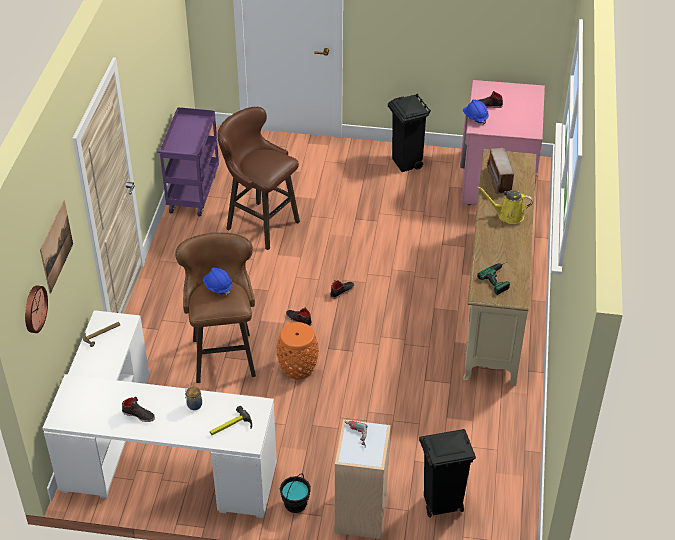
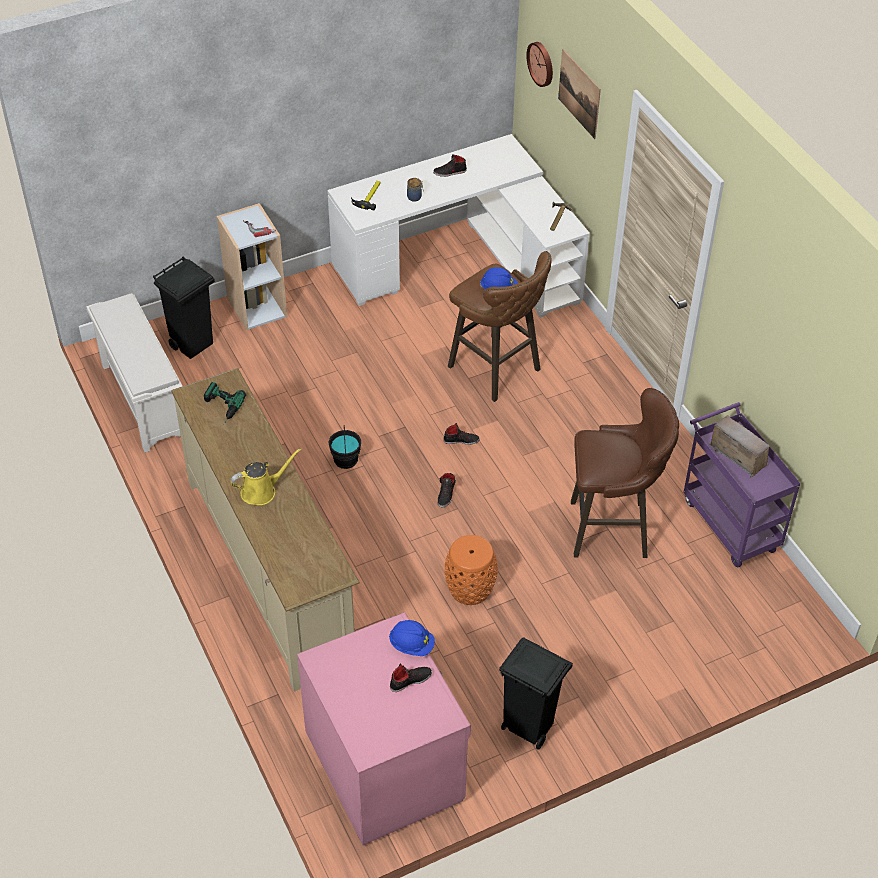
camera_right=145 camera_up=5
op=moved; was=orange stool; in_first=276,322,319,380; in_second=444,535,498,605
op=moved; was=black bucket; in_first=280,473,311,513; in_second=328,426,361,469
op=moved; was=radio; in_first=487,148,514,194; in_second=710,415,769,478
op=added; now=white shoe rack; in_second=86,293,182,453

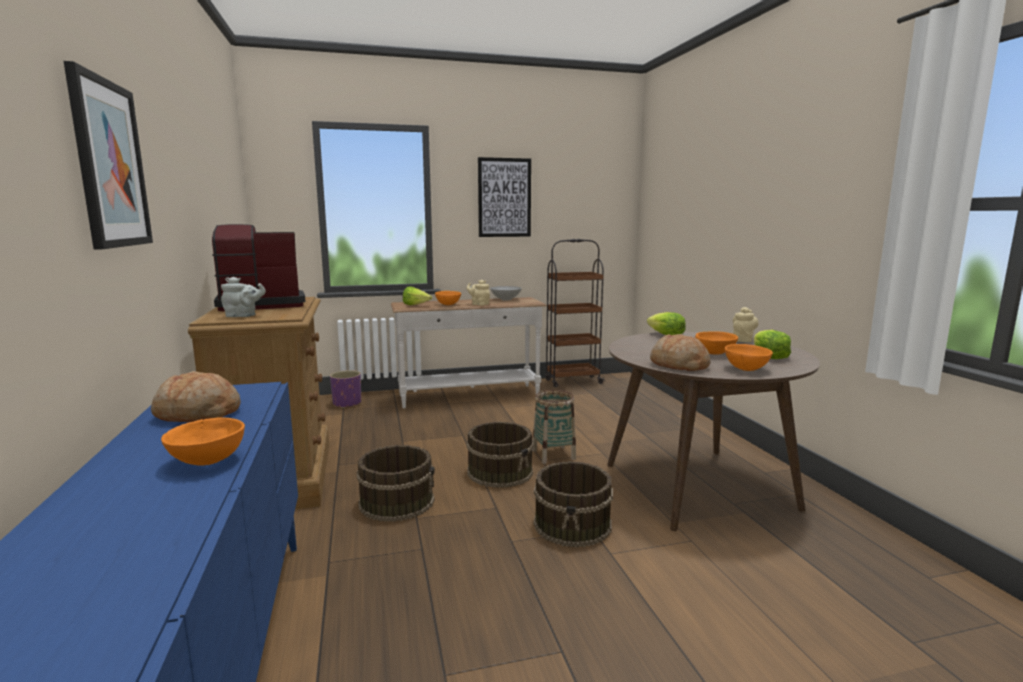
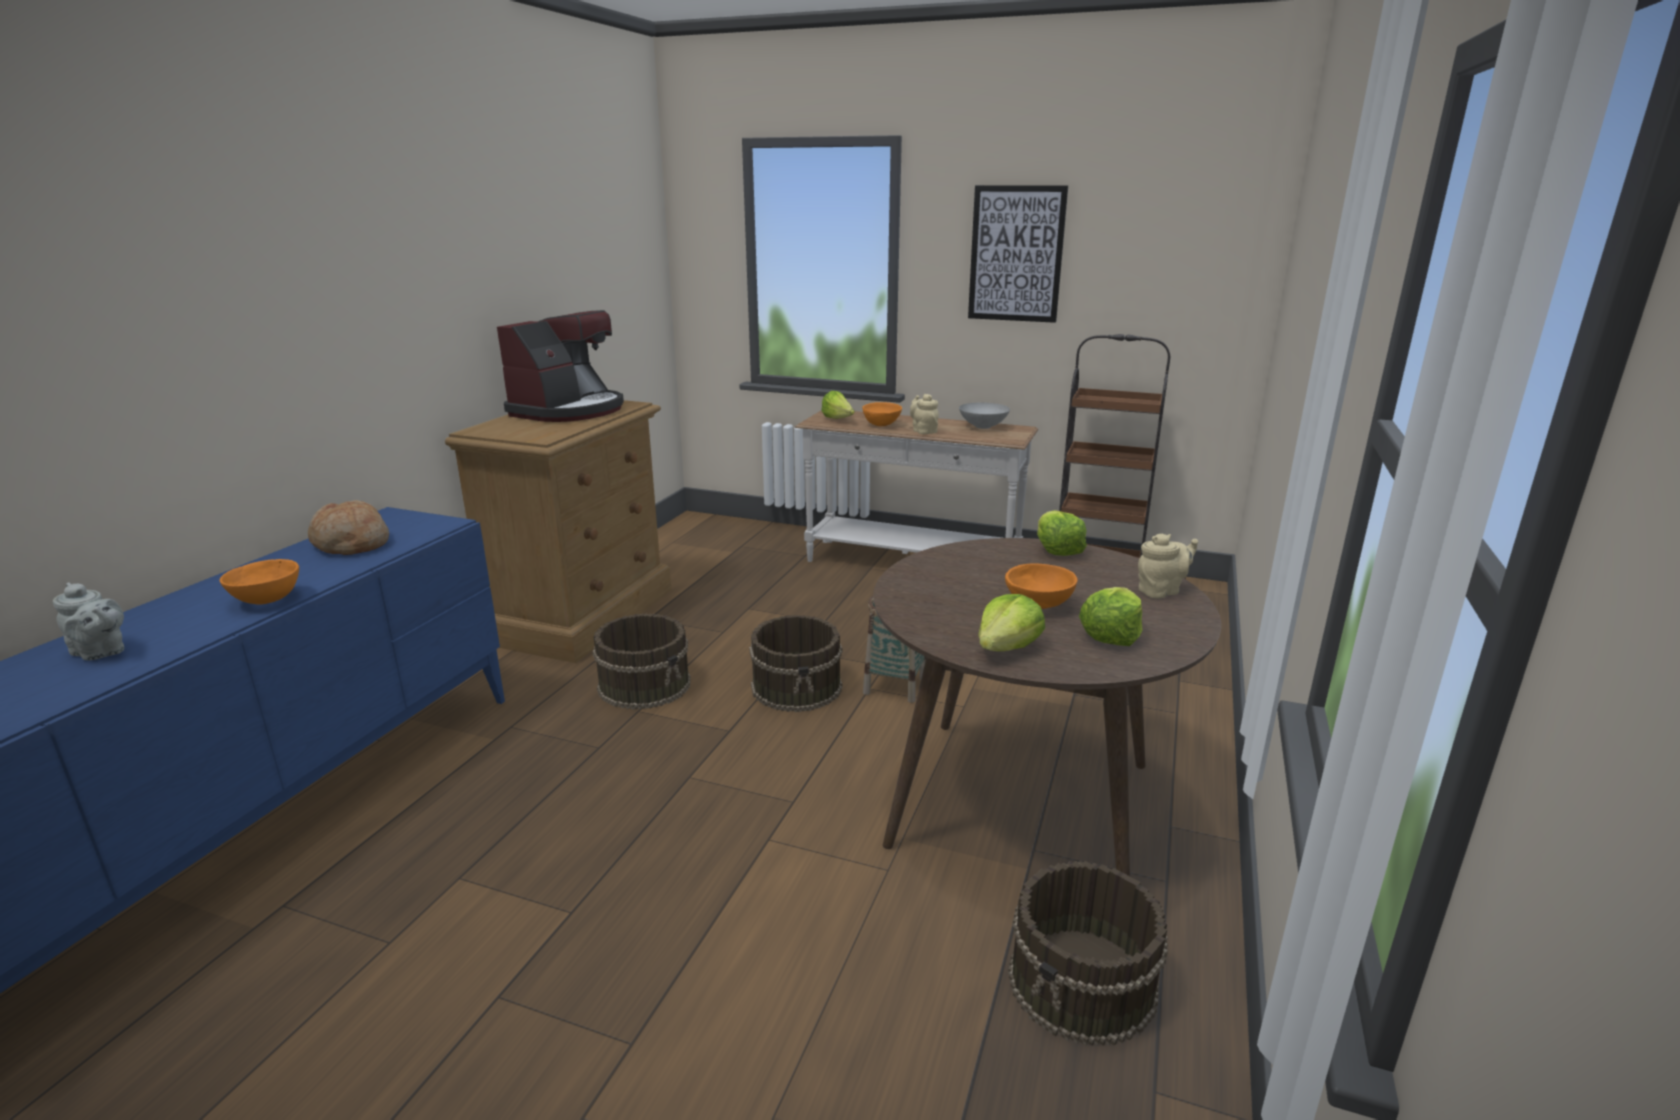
camera_right=35 camera_up=10
op=removed; was=picture; in_first=64,61,153,249
op=turned; was=coffee machine; in_first=212,224,306,311; in_second=497,310,624,422; clockwise=105
op=moved; was=grey teapot; in_first=221,277,266,317; in_second=53,582,124,660
op=removed; was=purple planter; in_first=330,370,361,408
op=moved; was=brown bucket; in_first=533,461,613,547; in_second=1008,861,1168,1046
op=removed; was=bread; in_first=650,334,711,371
op=replaced; was=orange bowl; now=lettuce; in_first=725,344,773,371; in_second=979,594,1045,651

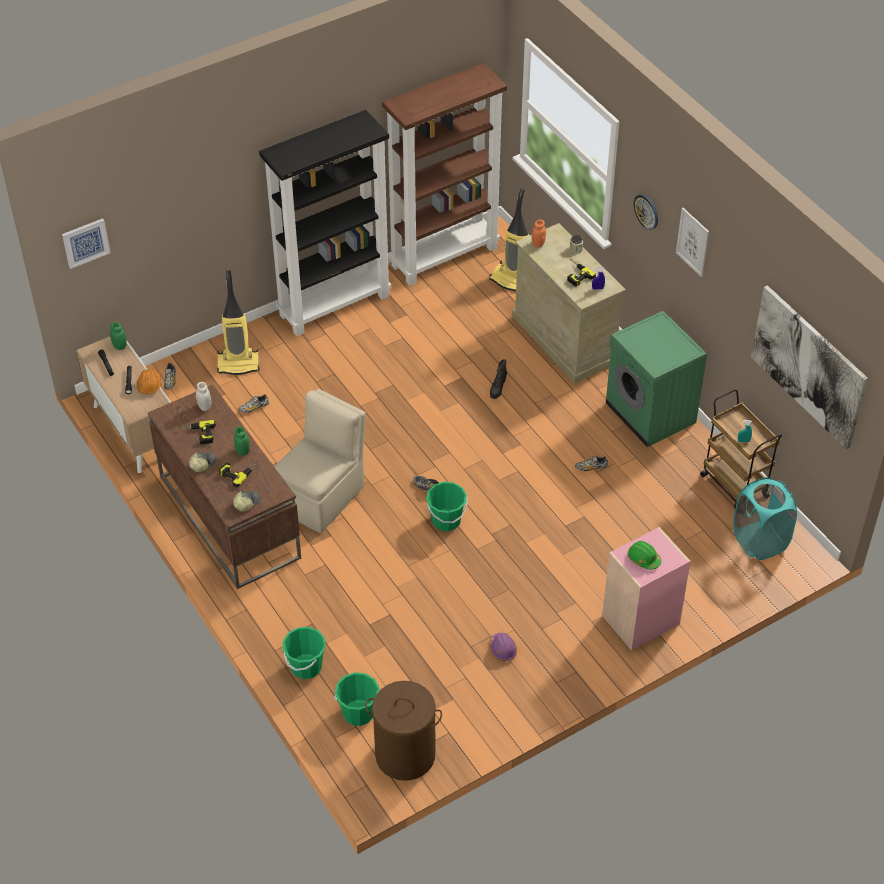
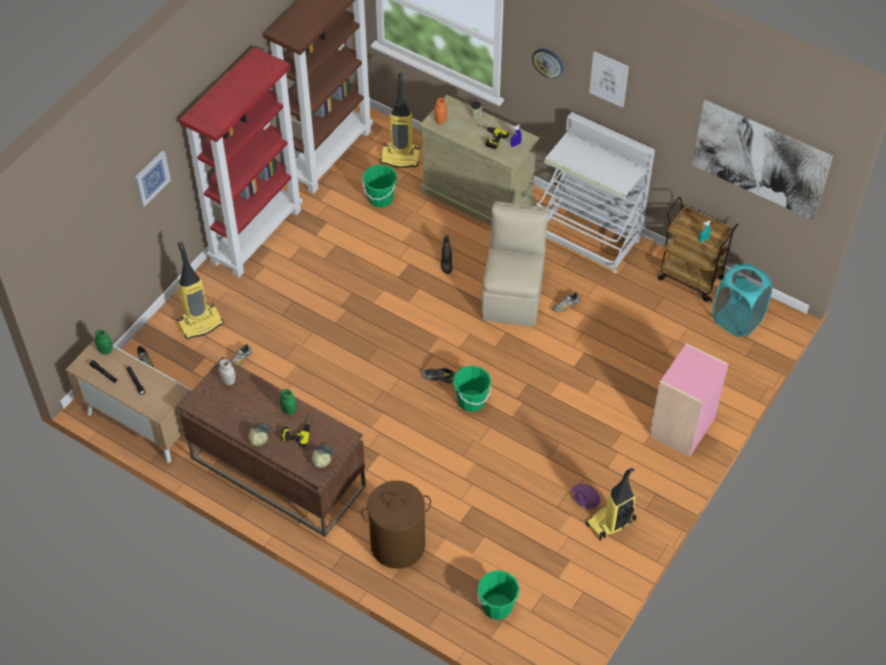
camera_right=-25 camera_up=5
op=moved; was=picture; in_first=62,218,110,269; in_second=135,150,171,207
op=removed; was=orange hard hat; in_first=137,369,161,394
op=removed; was=power drill; in_first=178,420,216,444
op=recoloured; was=black bookcase; now=red bookcase; in_first=259,110,391,336; in_second=179,47,303,278
op=moved; was=beige chair; in_first=274,389,366,533; in_second=482,201,548,326
op=moved; was=green bucket; in_first=283,627,326,679; in_second=362,165,397,208
op=moved; was=brown laundry basket; in_first=365,681,442,781; in_second=361,480,431,569
op=replaced; was=green washing machine; now=white shoe rack; in_first=606,311,707,447; in_second=536,112,655,273
op=removed; was=green hard hat; in_first=627,541,661,570
op=added; now=vacuum cleaner; in_second=586,468,636,541

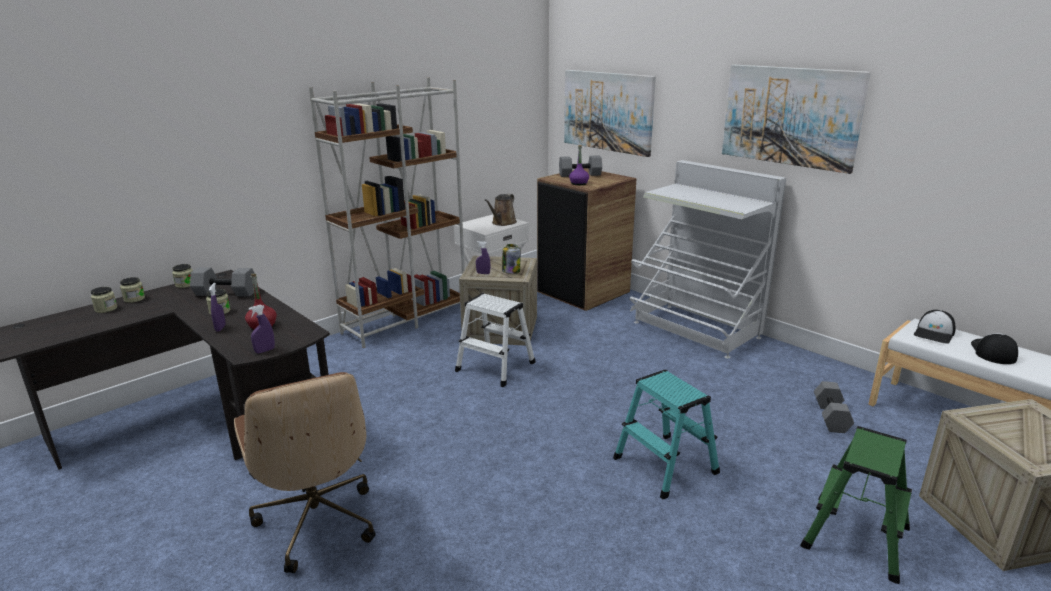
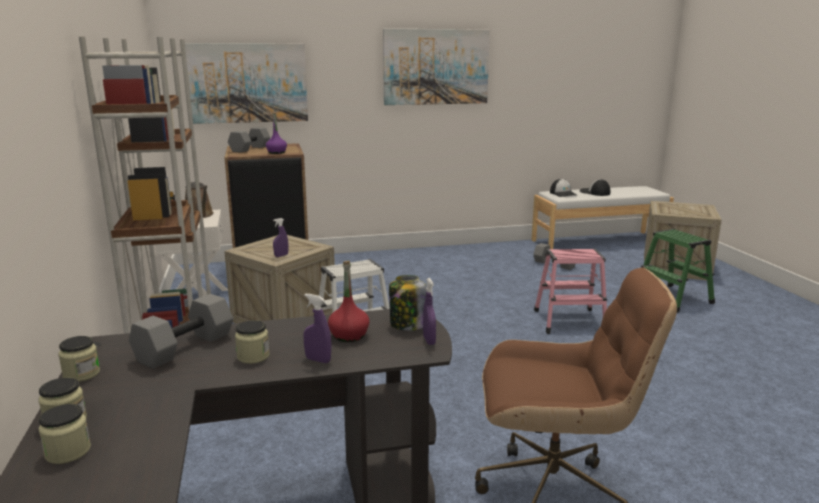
camera_right=-60 camera_up=-5
op=moved; was=jar; in_first=502,244,521,274; in_second=389,275,426,330
op=recoloured; was=turquoise step ladder; now=pink step ladder; in_first=613,369,720,499; in_second=534,249,607,334
op=removed; was=white shoe rack; in_first=629,160,786,358

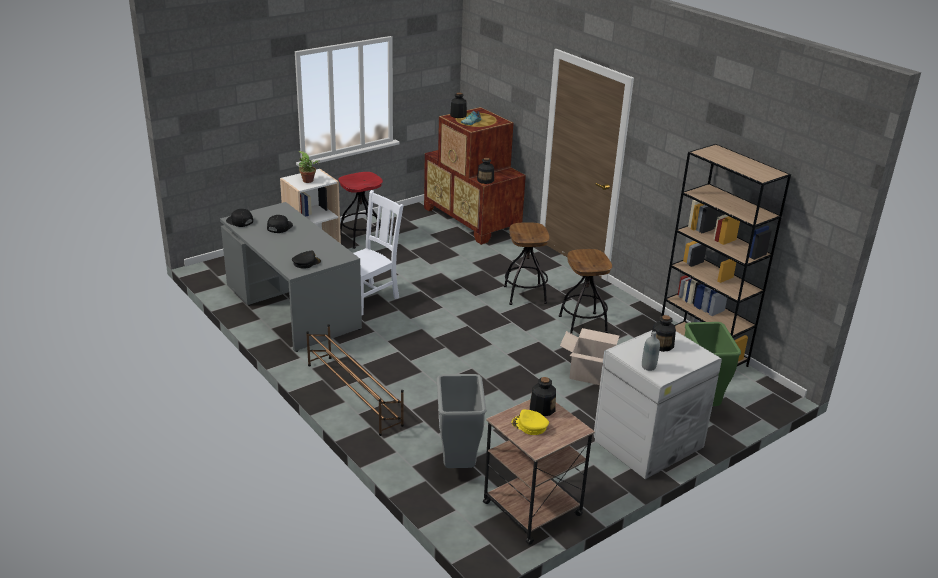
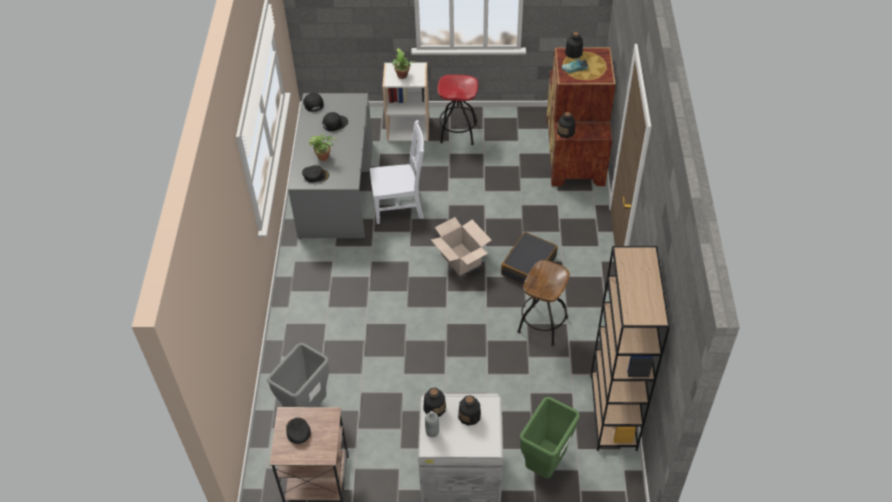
camera_right=40 camera_up=20
op=removed; was=brown shoe rack; in_first=306,324,404,436
op=replaced; was=brown stool; now=black suitcase; in_first=504,222,550,305; in_second=501,232,558,285
op=recoloured; was=yellow cap; now=black cap; in_first=512,409,549,435; in_second=286,418,311,444
op=moved; was=bottle; in_first=530,377,556,416; in_second=423,387,446,417
op=moved; was=cardboard box; in_first=560,328,619,385; in_second=431,217,492,275
op=added; now=potted plant; in_second=308,134,337,161

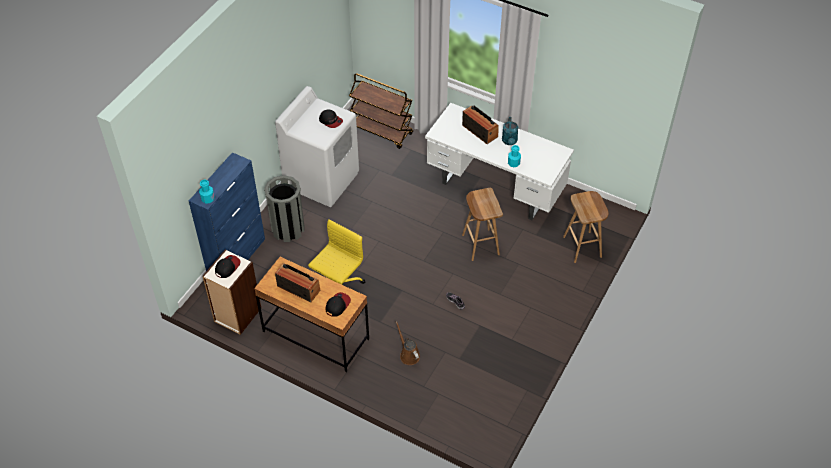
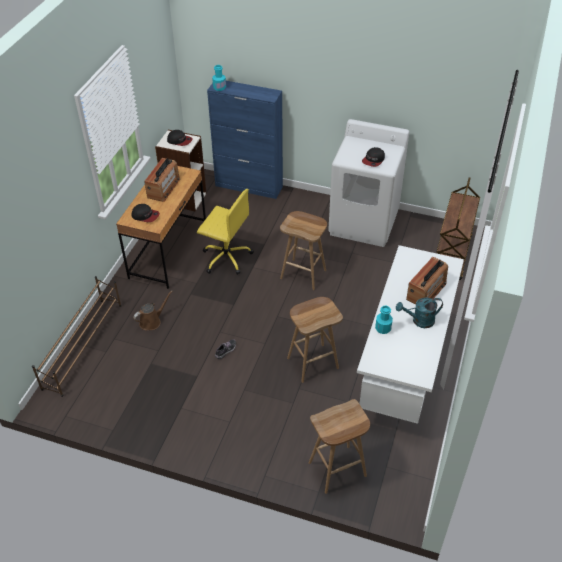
camera_right=80 camera_up=-5
op=removed; was=grey trash can; in_first=264,175,305,242
op=added; now=brown shoe rack; in_second=32,276,122,397
op=added; now=brown stool; in_second=280,211,327,290

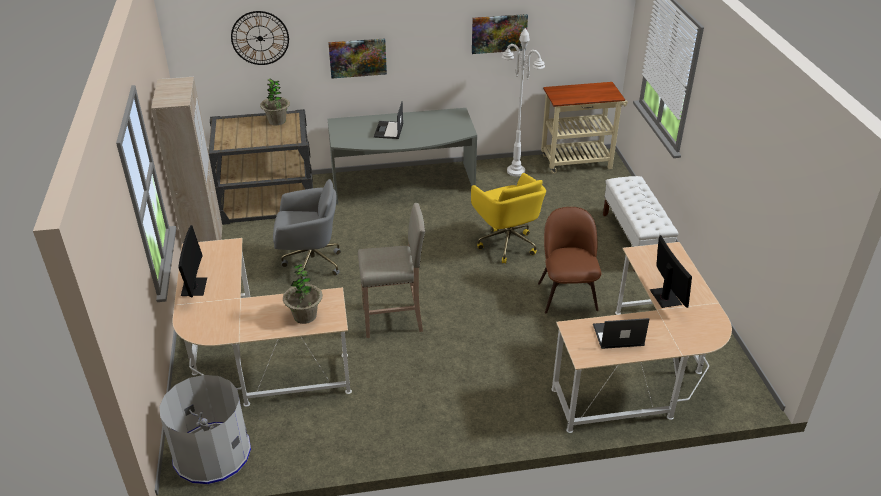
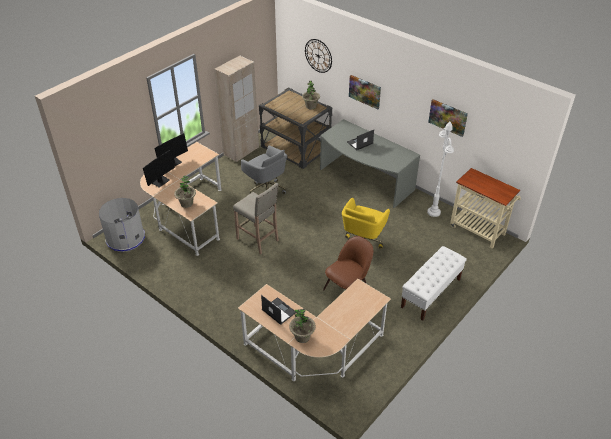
camera_right=50 camera_up=5
op=moved; was=monitor; in_first=649,235,692,308; in_second=143,150,175,188
op=added; now=potted plant; in_second=289,308,316,343

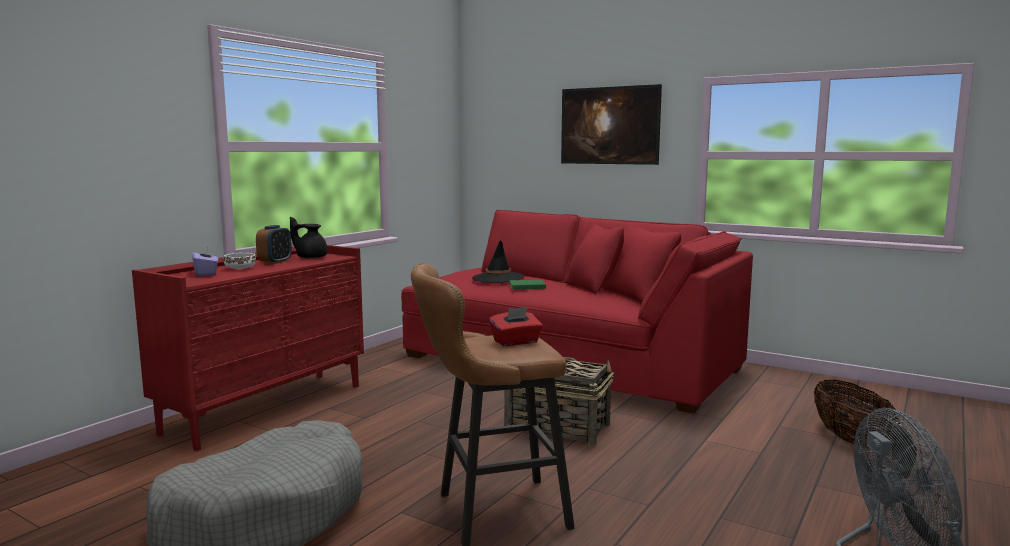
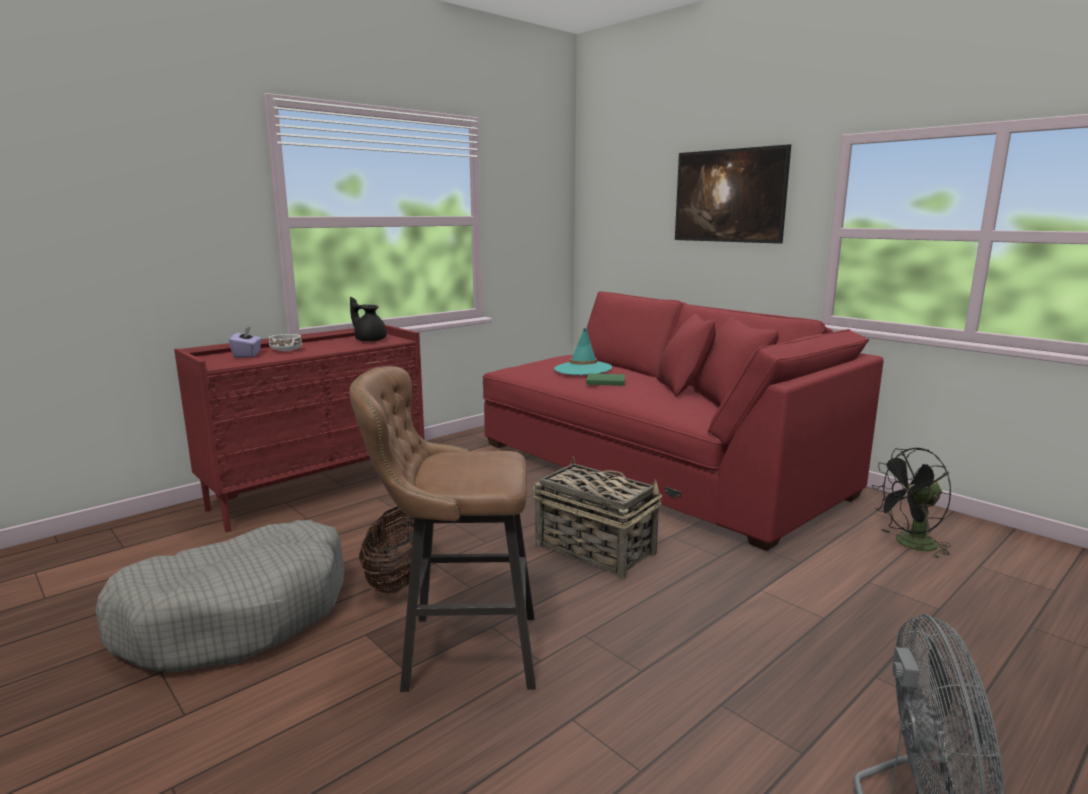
camera_right=15 camera_up=5
op=removed; was=alarm clock; in_first=256,225,292,264
op=recoloured; was=black hat; now=turquoise hat; in_first=472,240,525,283; in_second=554,328,612,375
op=removed; was=red tissue box; in_first=489,307,543,346
op=moved; was=basket; in_first=814,380,900,449; in_second=359,507,423,593
op=added; now=black fan; in_second=872,448,951,559

